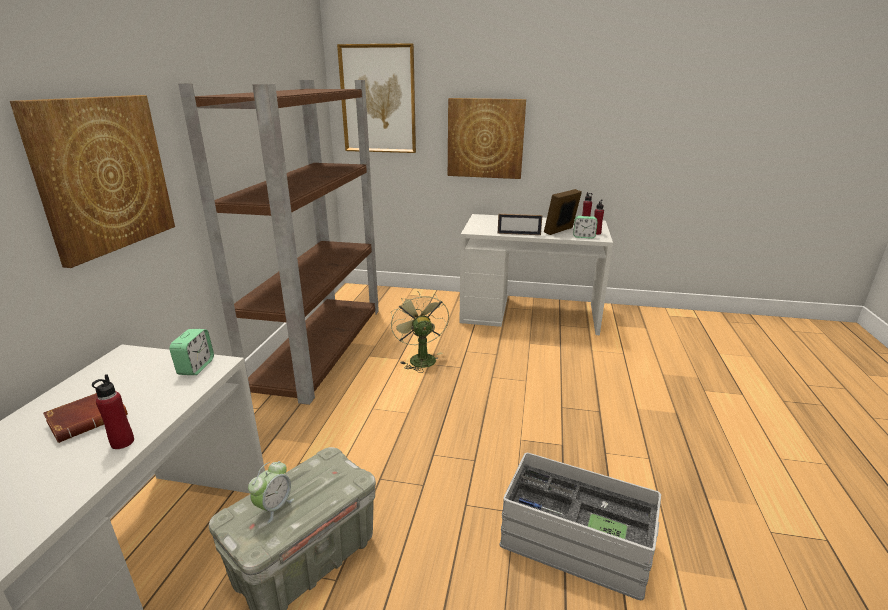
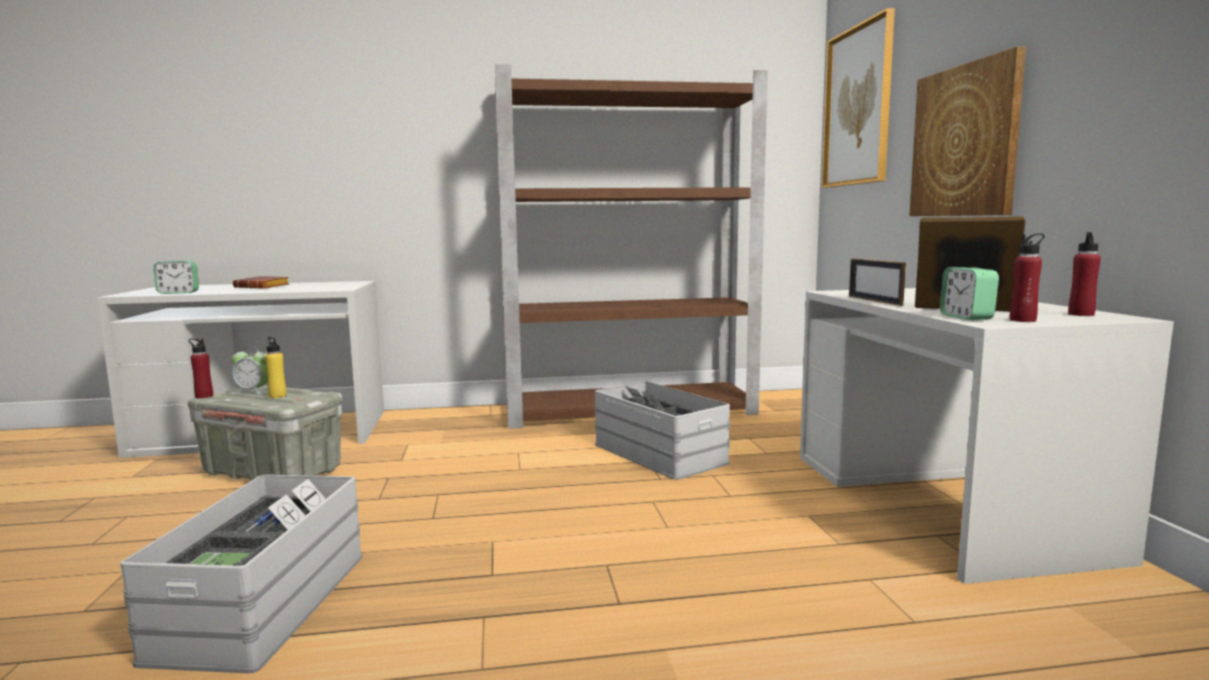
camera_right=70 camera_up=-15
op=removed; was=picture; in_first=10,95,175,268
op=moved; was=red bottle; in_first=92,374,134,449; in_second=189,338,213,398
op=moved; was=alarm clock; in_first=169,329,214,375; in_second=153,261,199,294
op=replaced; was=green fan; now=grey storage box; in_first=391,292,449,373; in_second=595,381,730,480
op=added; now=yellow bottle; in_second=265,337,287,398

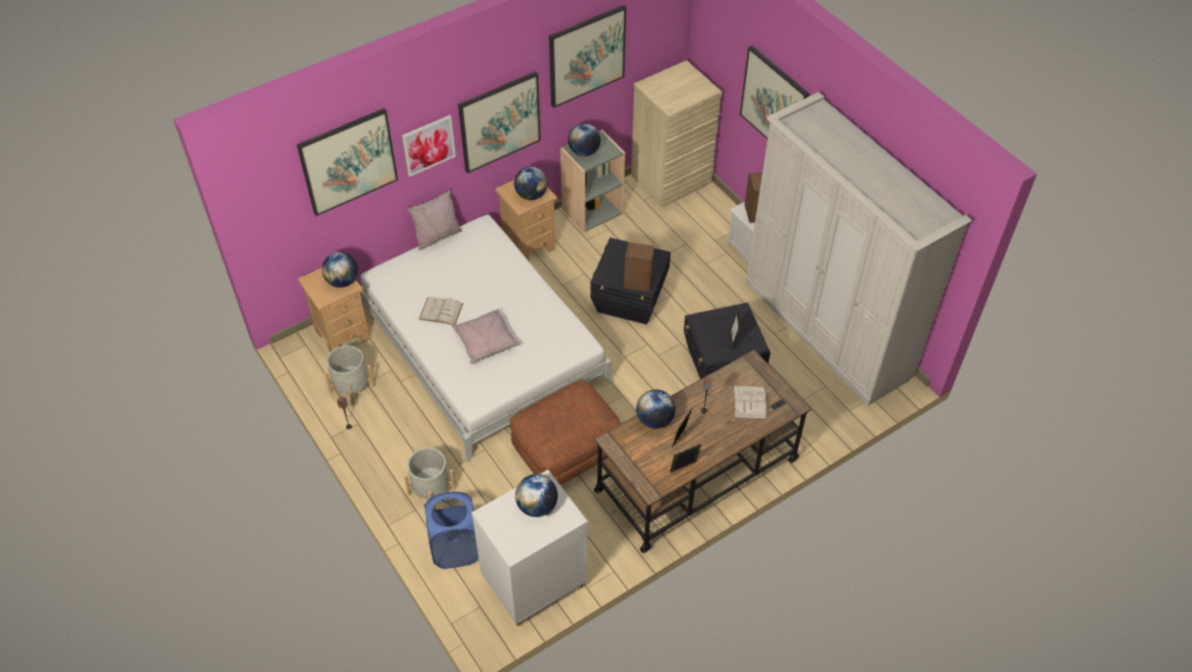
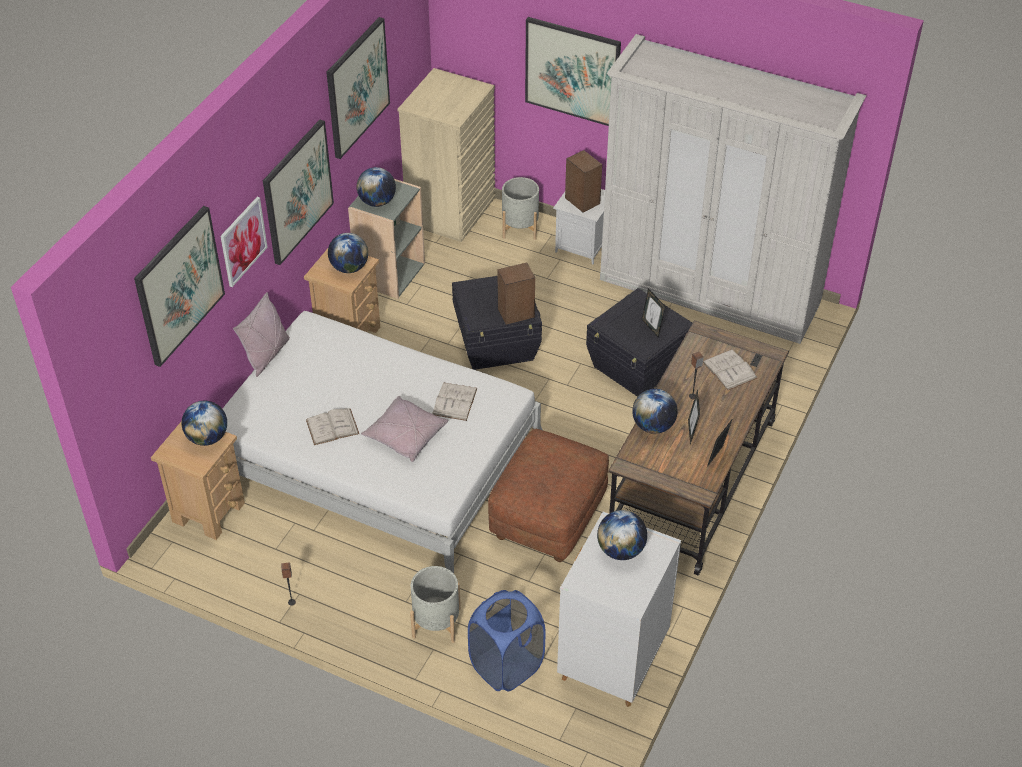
camera_right=-30 camera_up=-5
op=moved; was=grey planter; in_first=324,345,375,407; in_second=502,177,539,240
op=added; now=white book; in_second=432,383,477,421

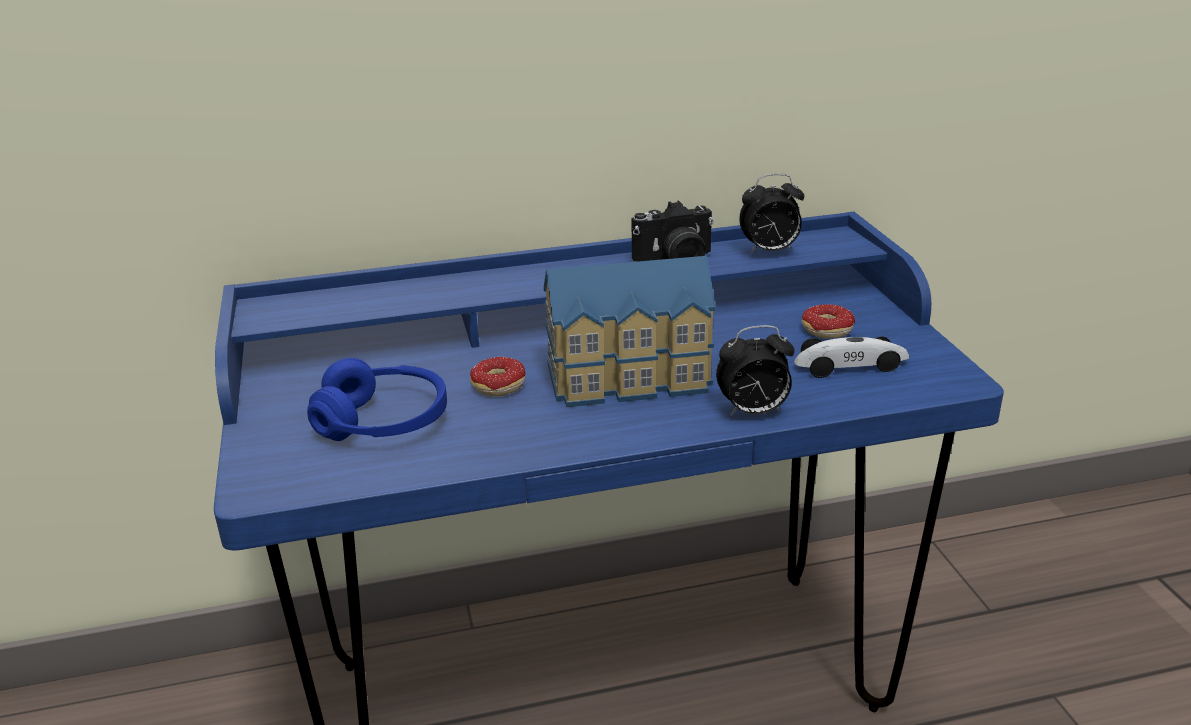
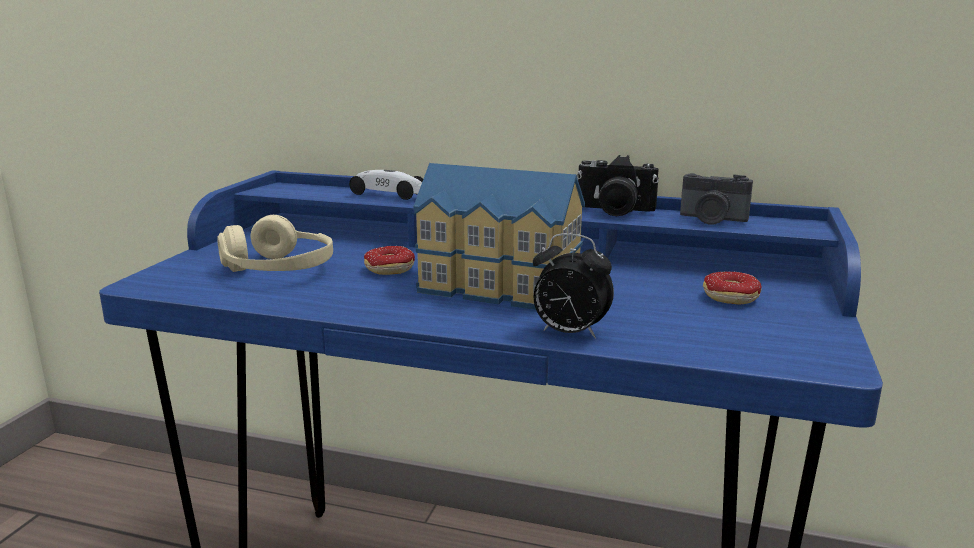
camera_right=30 camera_up=-10
op=recoloured; was=blue headphones; now=beige headphones; in_first=307,358,447,441; in_second=217,215,333,272
op=replaced; was=alarm clock; now=photo camera; in_first=739,174,804,254; in_second=680,173,753,225
op=moved; was=toy car; in_first=794,336,910,378; in_second=349,170,423,200

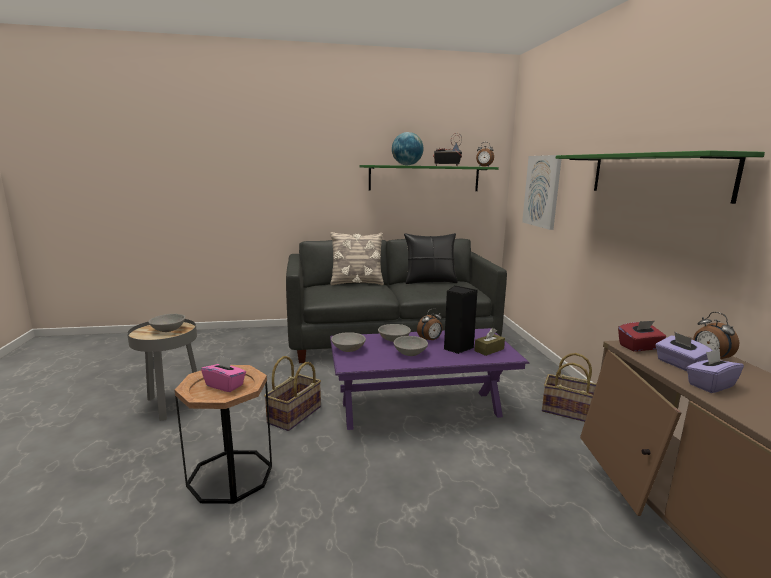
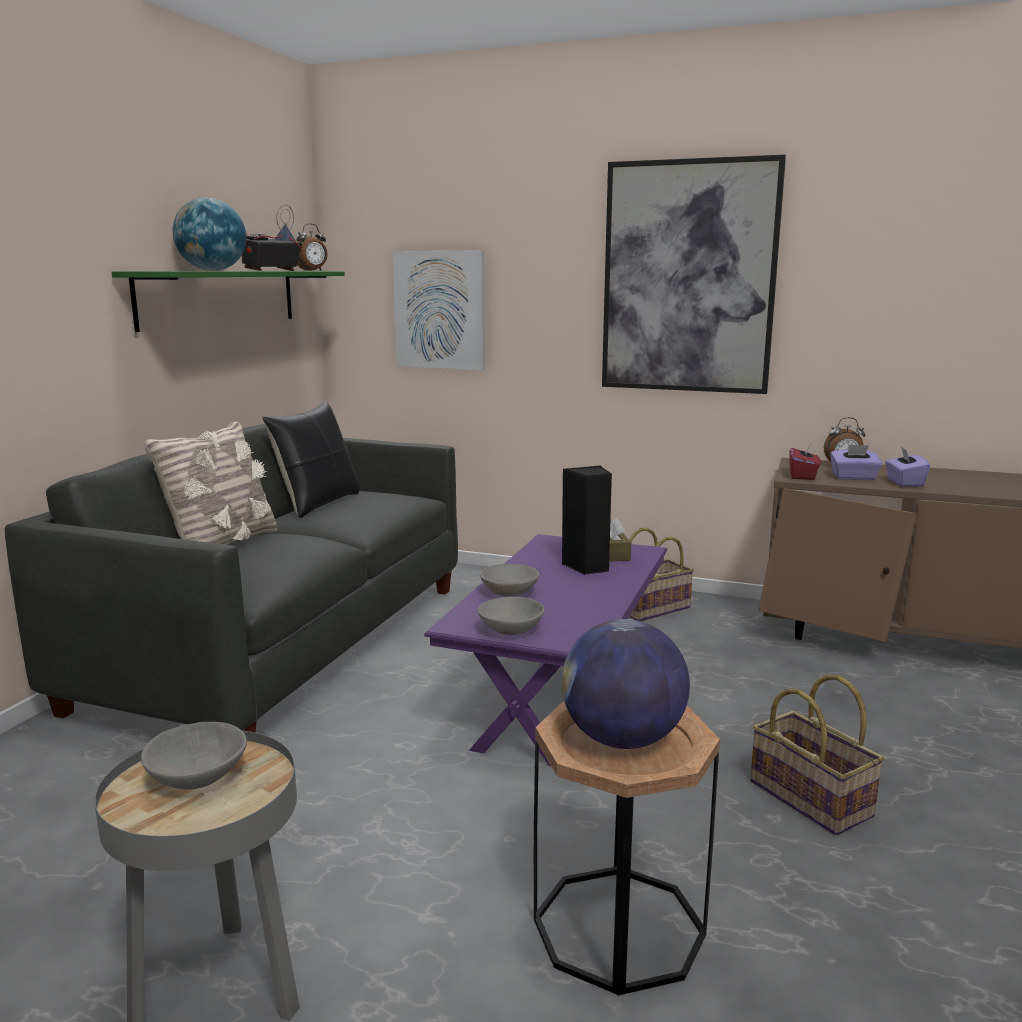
camera_right=-60 camera_up=0
op=replaced; was=pink tissue box; now=globe; in_first=201,355,246,392; in_second=561,619,690,749
op=moved; was=basket; in_first=264,356,321,431; in_second=750,674,884,835
op=removed; was=grey bowl; in_first=393,336,428,356
op=removed; was=alarm clock; in_first=417,308,442,341
op=replaced; was=green shelf; now=picture; in_first=556,150,765,204; in_second=602,155,786,394

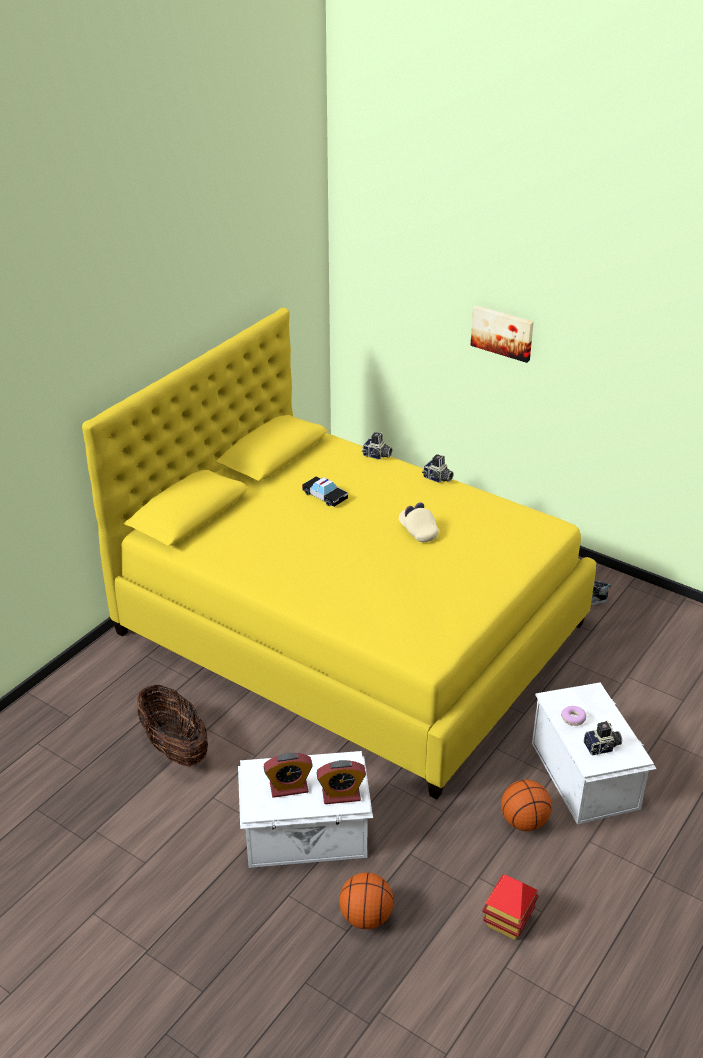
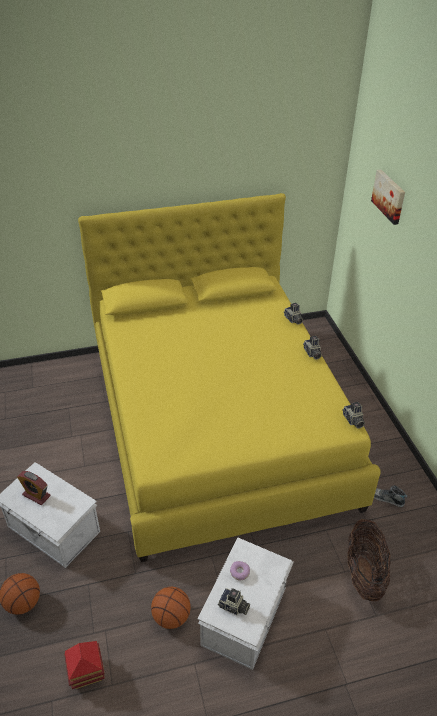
camera_right=40 camera_up=5
op=moved; was=basket; in_first=138,684,208,767; in_second=347,519,391,601
op=removed; was=toy car; in_first=302,477,348,507
op=removed; was=alarm clock; in_first=317,760,366,804
op=removed; was=beige cap; in_first=399,502,439,542
op=moved; was=picture; in_first=470,305,534,363; in_second=371,170,405,225
op=added; now=photo camera; in_second=342,402,365,429

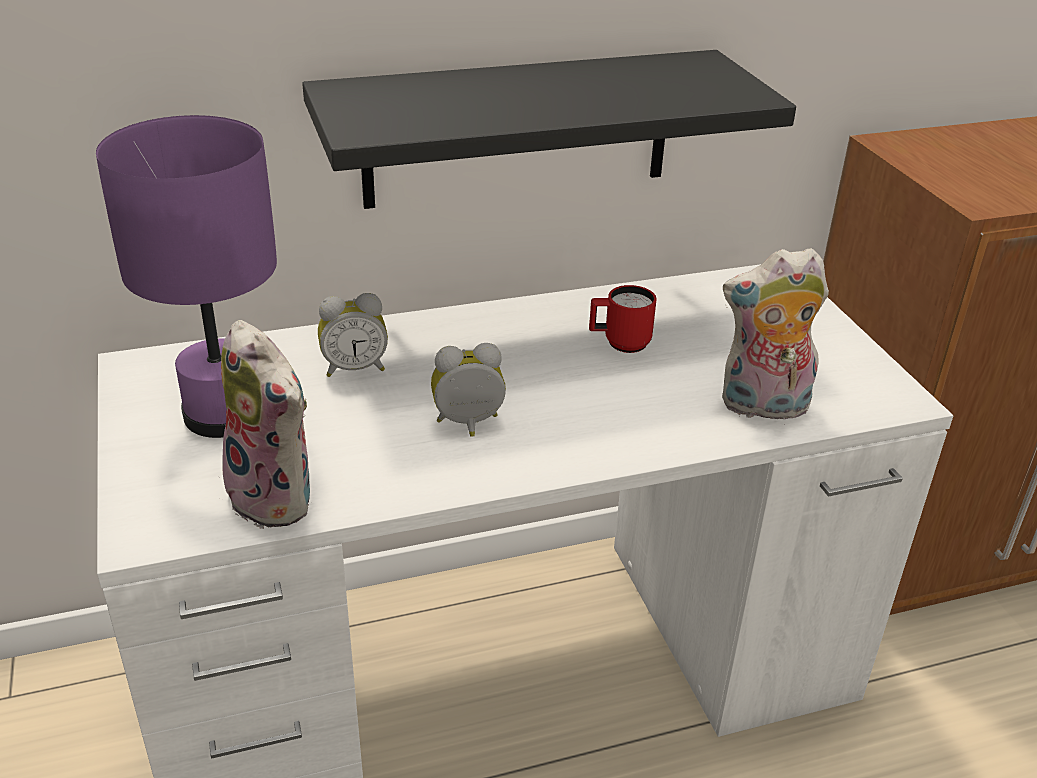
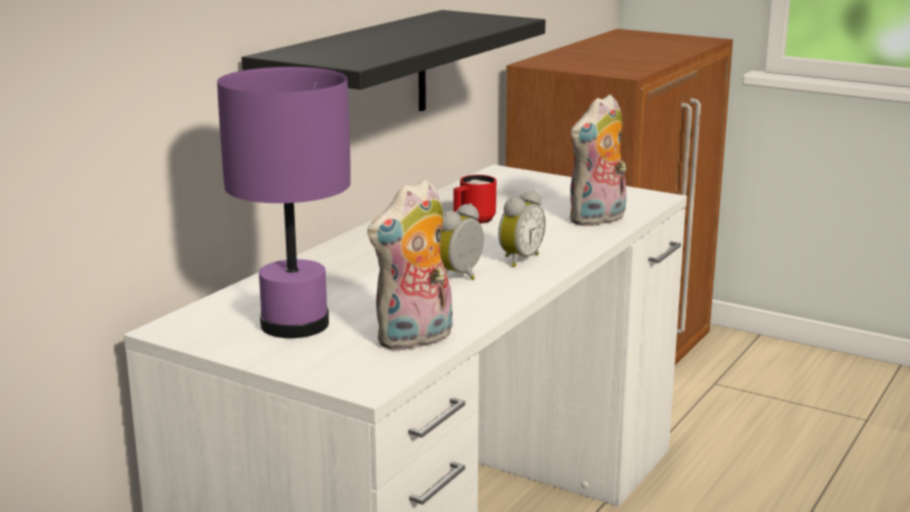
camera_right=-40 camera_up=-15
op=turned; was=plush toy; in_first=219,320,310,529; in_second=367,179,453,352; clockwise=135
op=moved; was=alarm clock; in_first=318,293,388,377; in_second=498,190,546,267

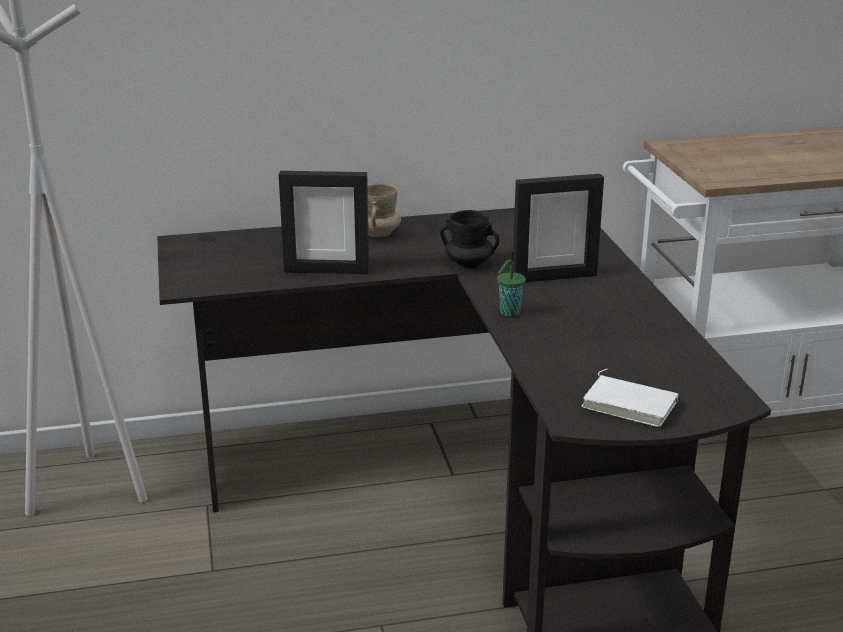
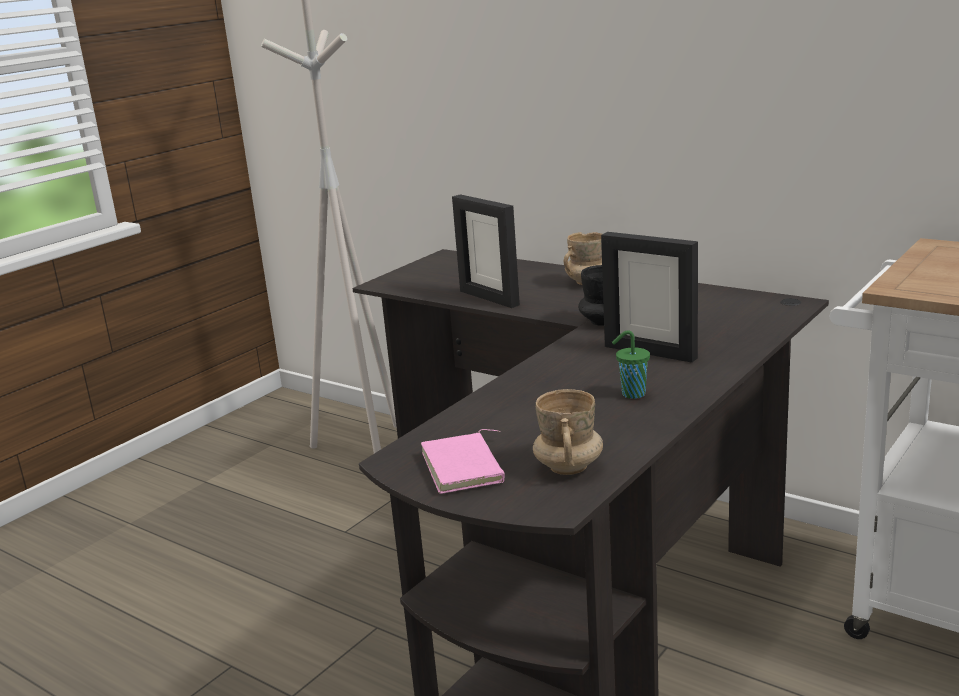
camera_right=50 camera_up=-5
op=moved; was=green cup; in_first=497,259,526,316; in_second=612,330,650,399
op=recoloured; was=white book; now=pink book; in_first=581,369,679,427; in_second=421,429,505,494
op=added; now=beige mug; in_second=533,389,603,475

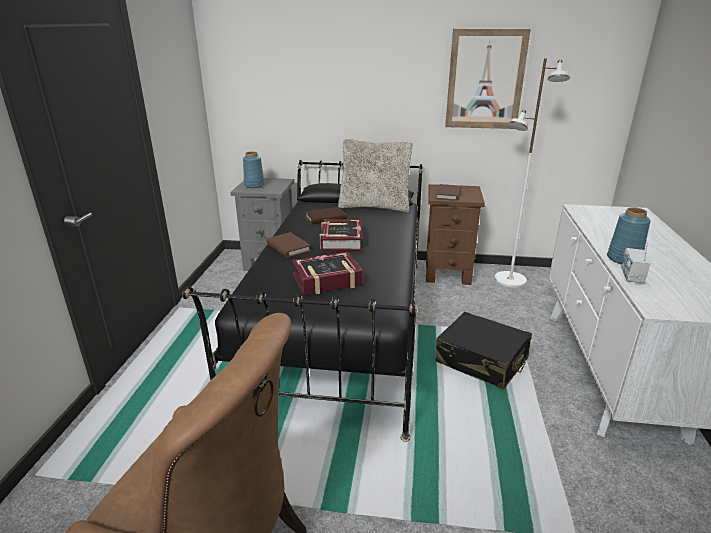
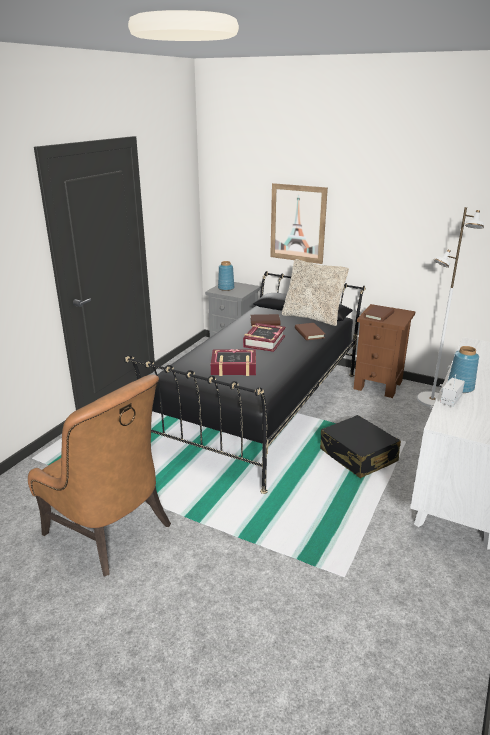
camera_right=20 camera_up=0
op=moved; was=brown book; in_first=266,232,311,258; in_second=295,323,325,340
op=moved; was=picture; in_first=445,29,531,129; in_second=270,183,328,264

